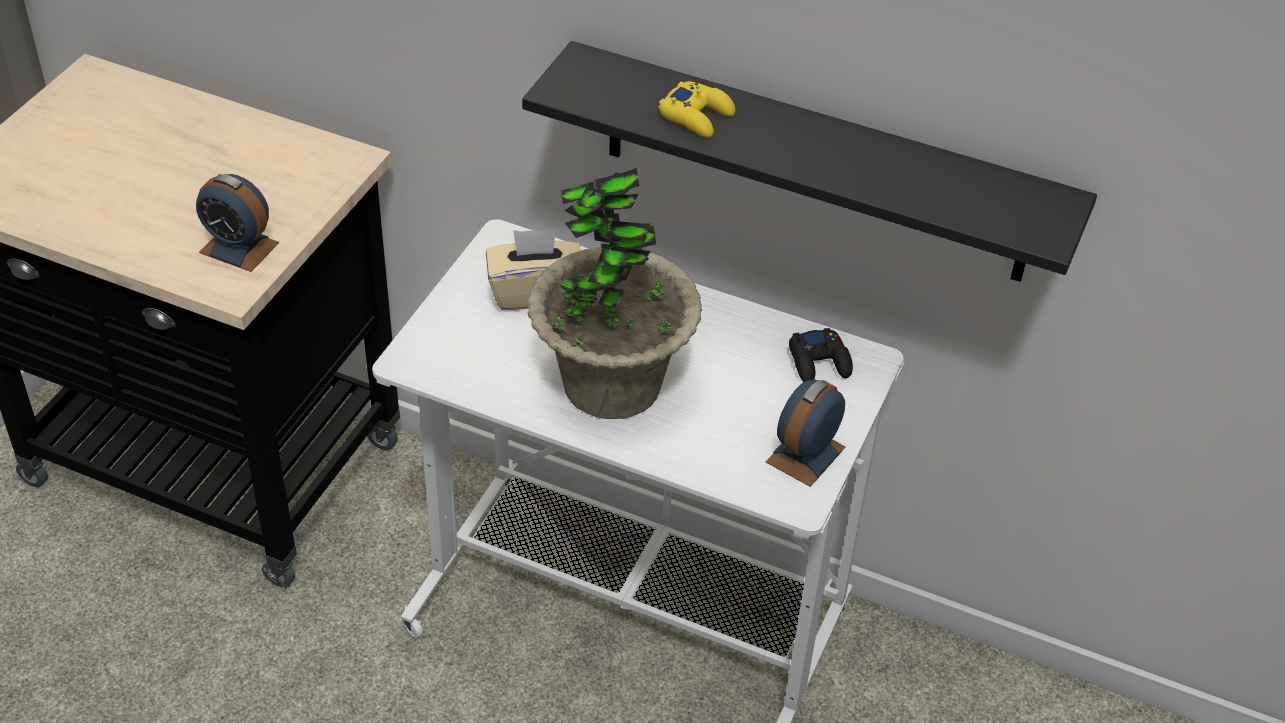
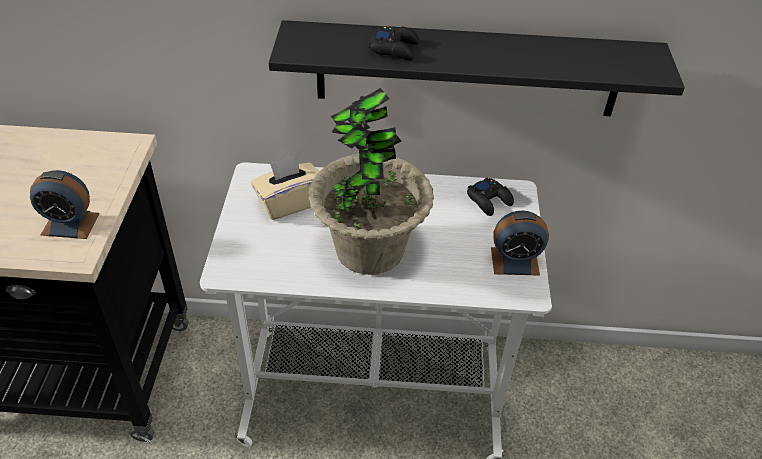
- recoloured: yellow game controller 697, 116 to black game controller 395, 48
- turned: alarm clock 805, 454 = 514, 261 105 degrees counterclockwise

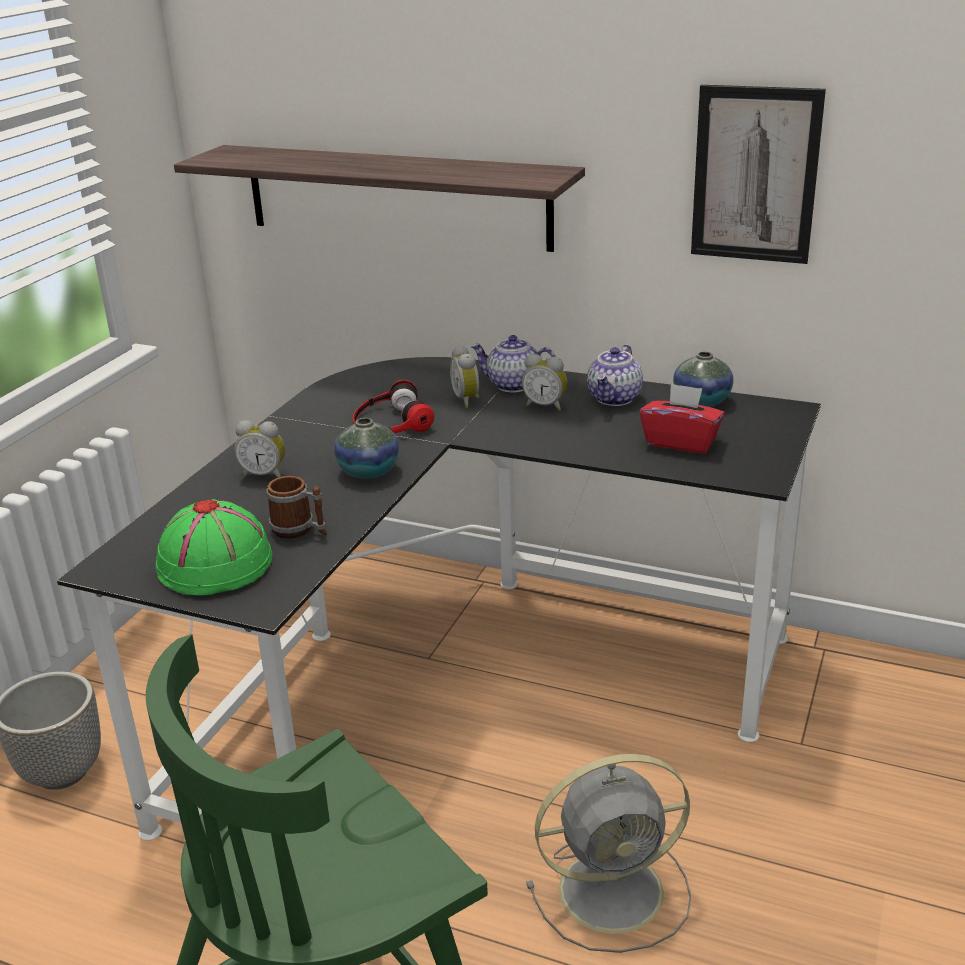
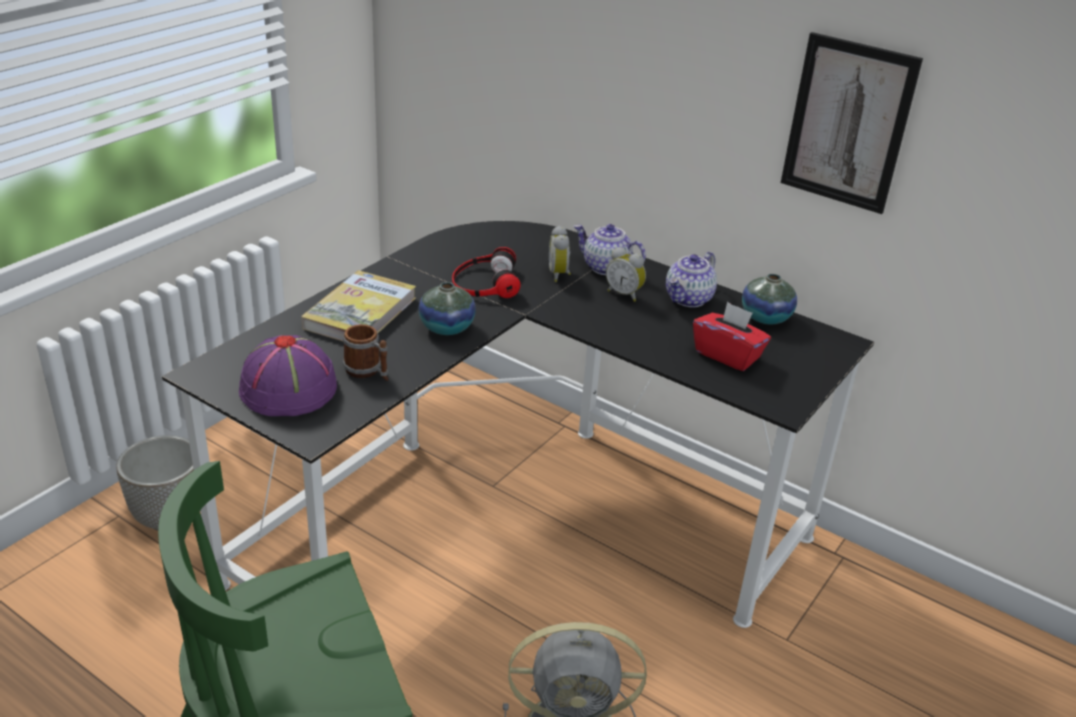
- removed: shelf 396, 196
- replaced: alarm clock 264, 475 to book 360, 313
- recoloured: green hat 216, 565 to purple hat 289, 389

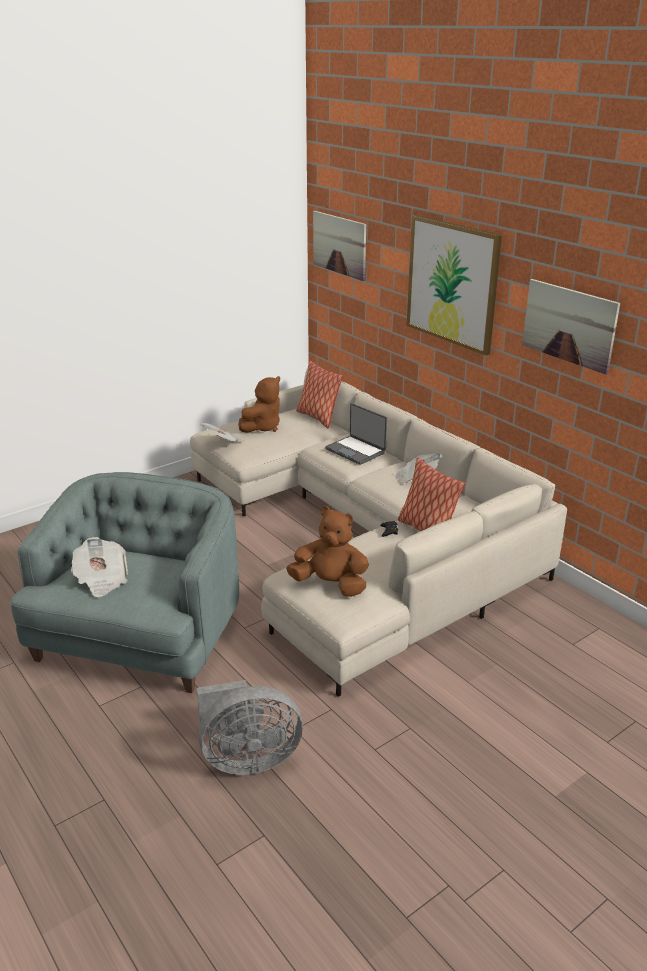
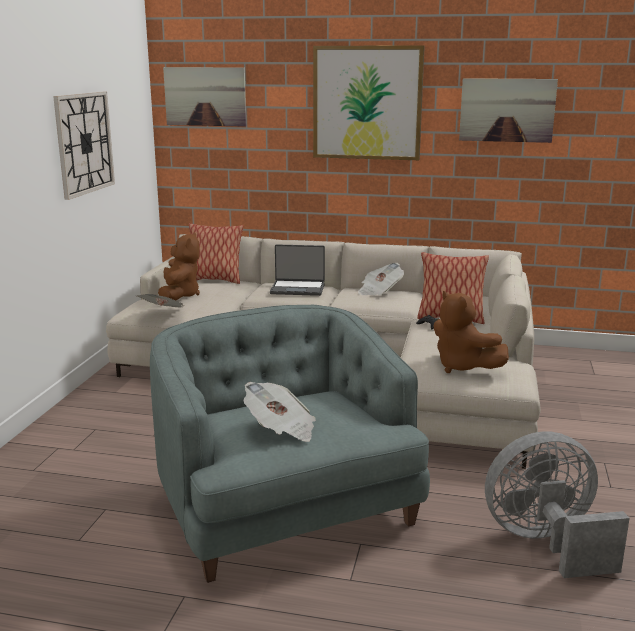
- added: wall clock 84, 143
- turned: grey fan 247, 758 = 546, 543 135 degrees counterclockwise
- turned: brown plush toy 330, 584 = 462, 367 105 degrees counterclockwise

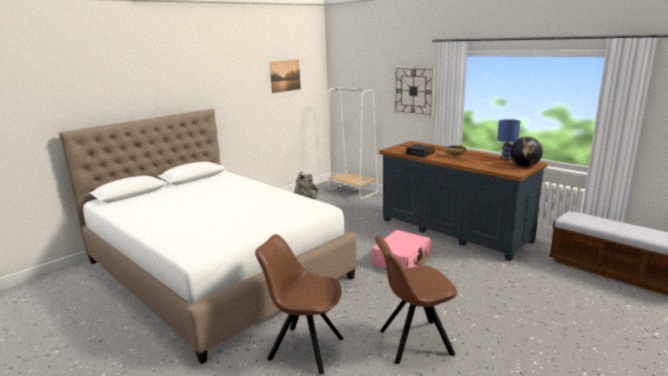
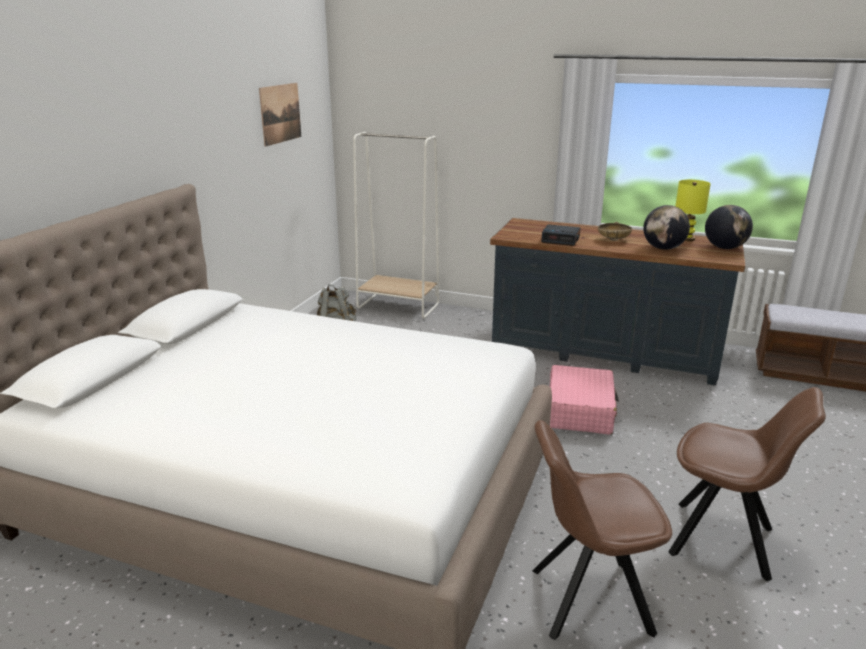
- removed: wall clock 413, 91
- added: globe 663, 248
- recoloured: blue table lamp 506, 159 to yellow table lamp 686, 238
- turned: brown chair 414, 342 = 722, 541 120 degrees counterclockwise

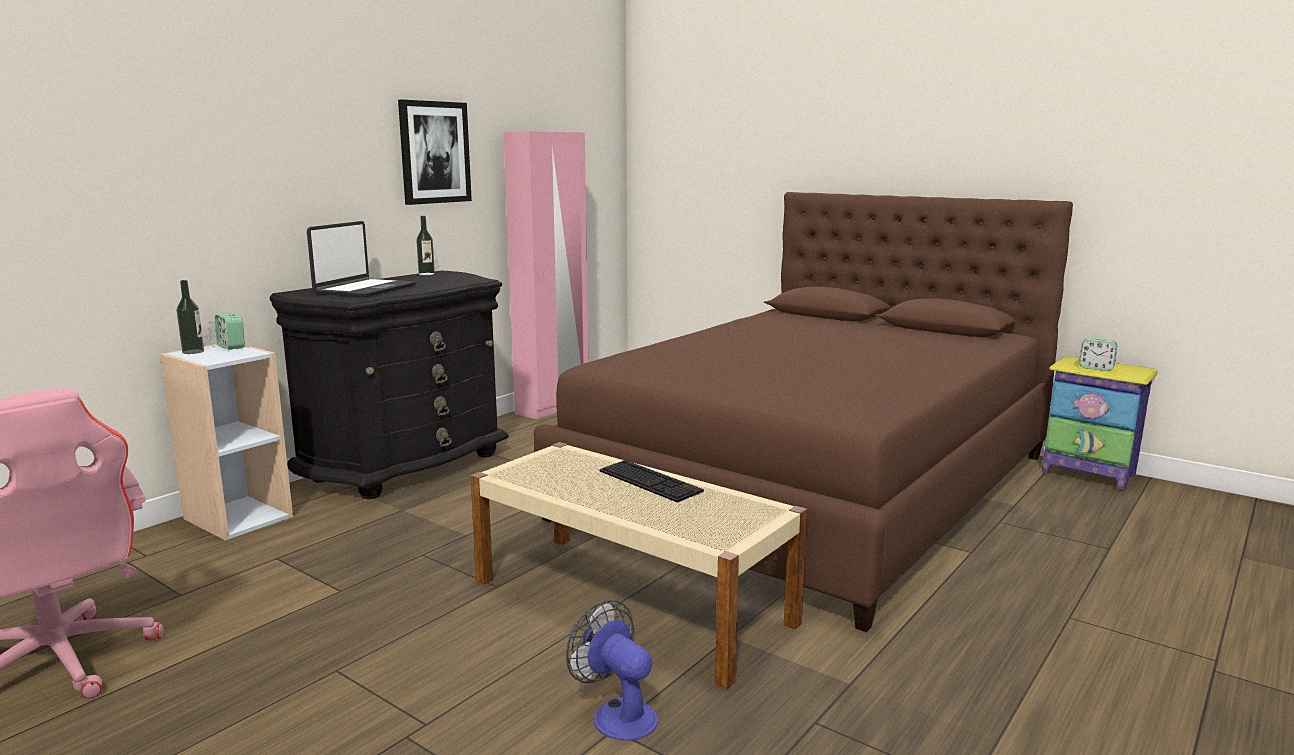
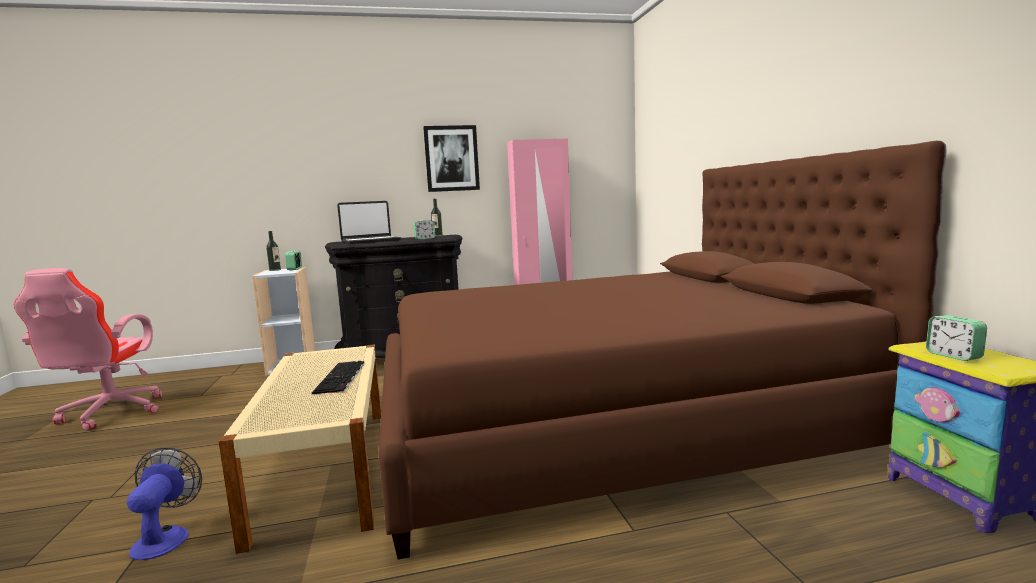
- added: alarm clock 425, 238

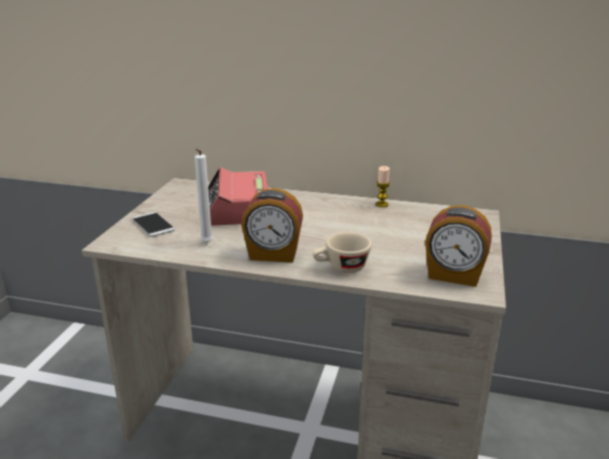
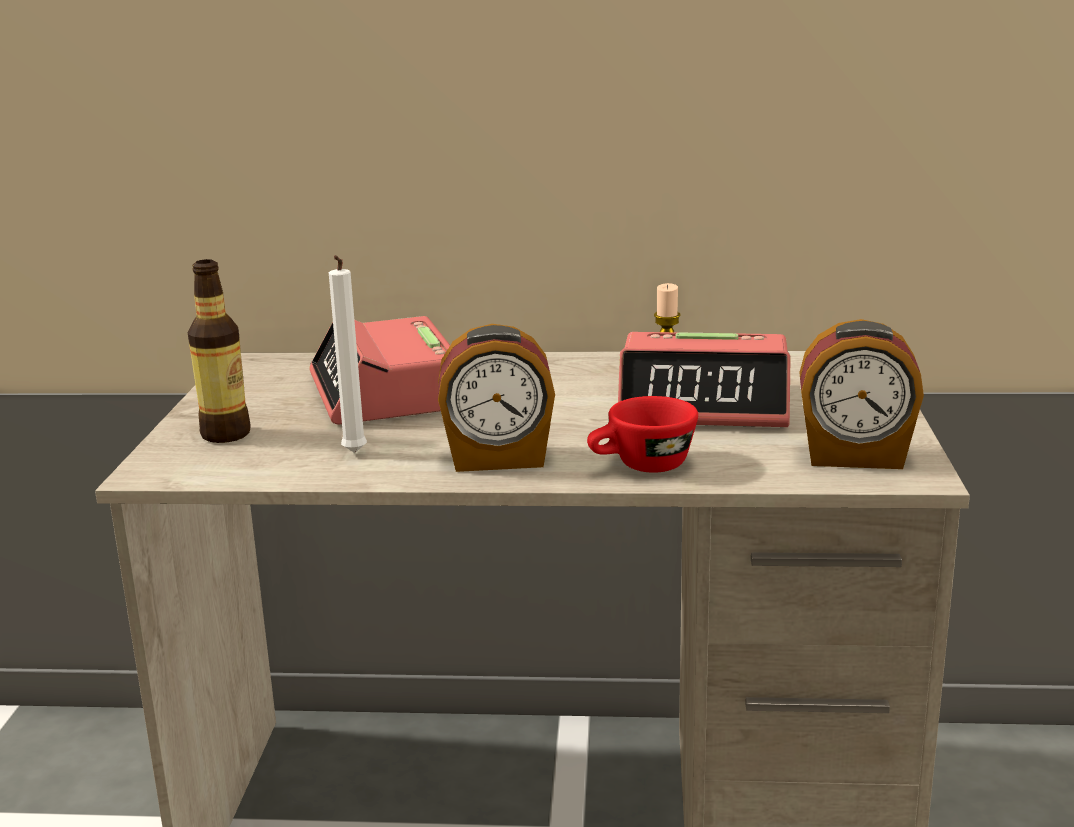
- added: alarm clock 705, 404
- replaced: phone 153, 225 to bottle 226, 434
- recoloured: beige cup 341, 268 to red cup 641, 466

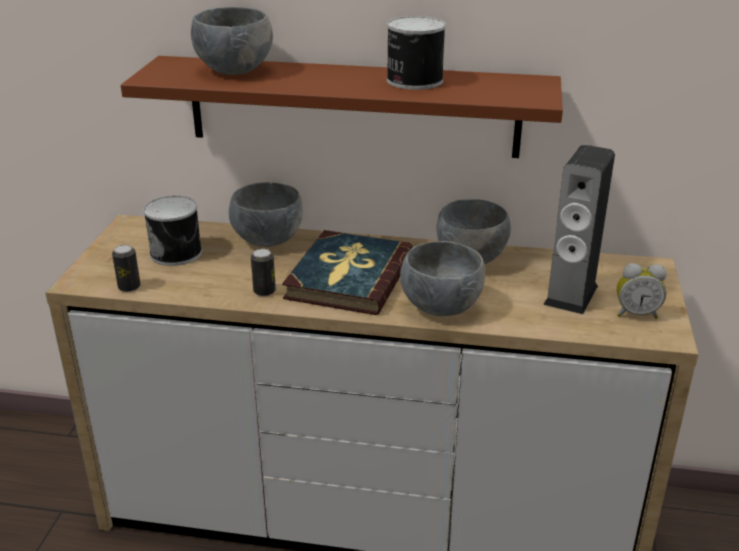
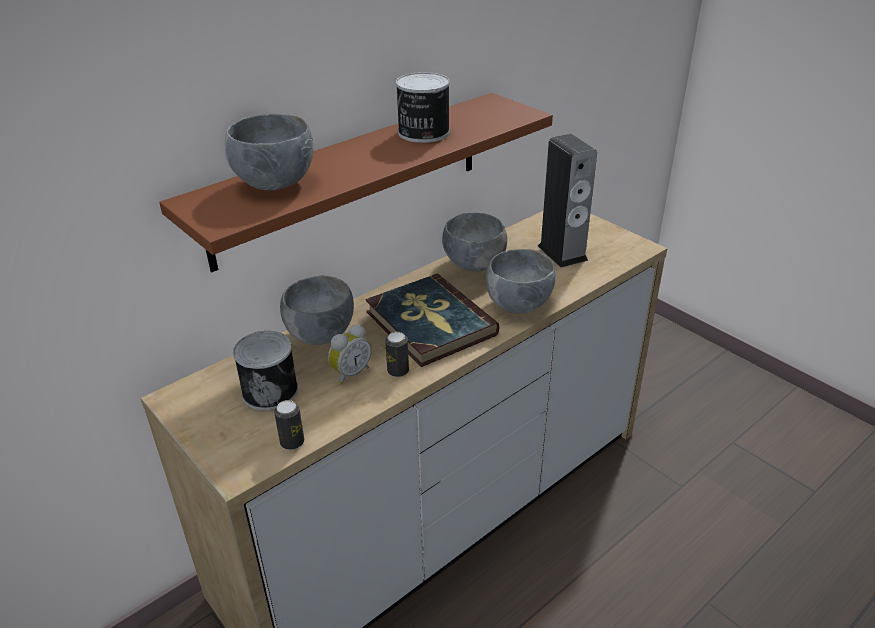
- moved: alarm clock 636, 313 to 350, 373

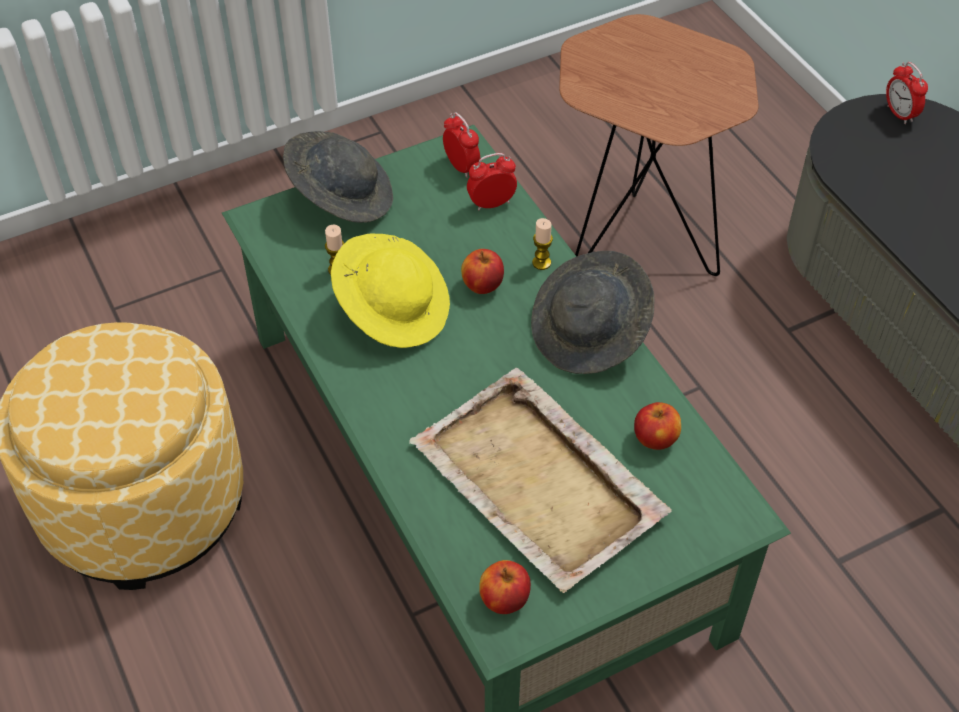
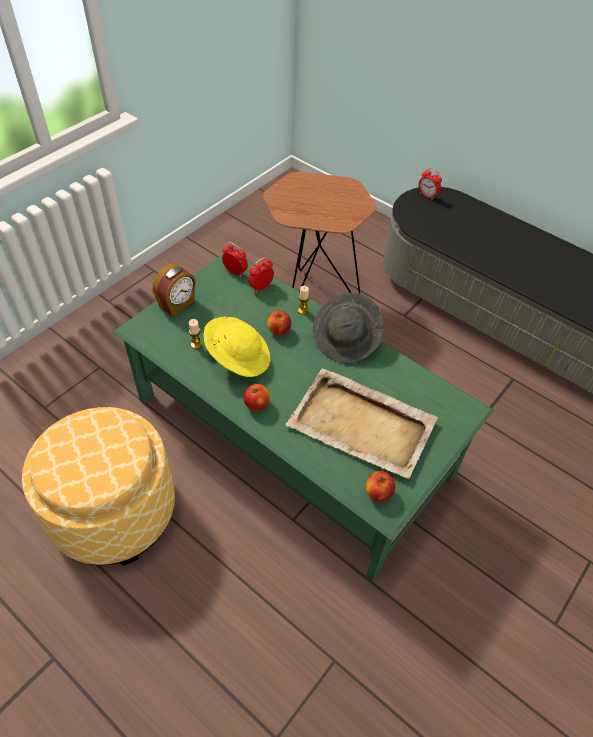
- moved: apple 655, 439 to 256, 404
- replaced: grey hat 341, 196 to alarm clock 177, 304

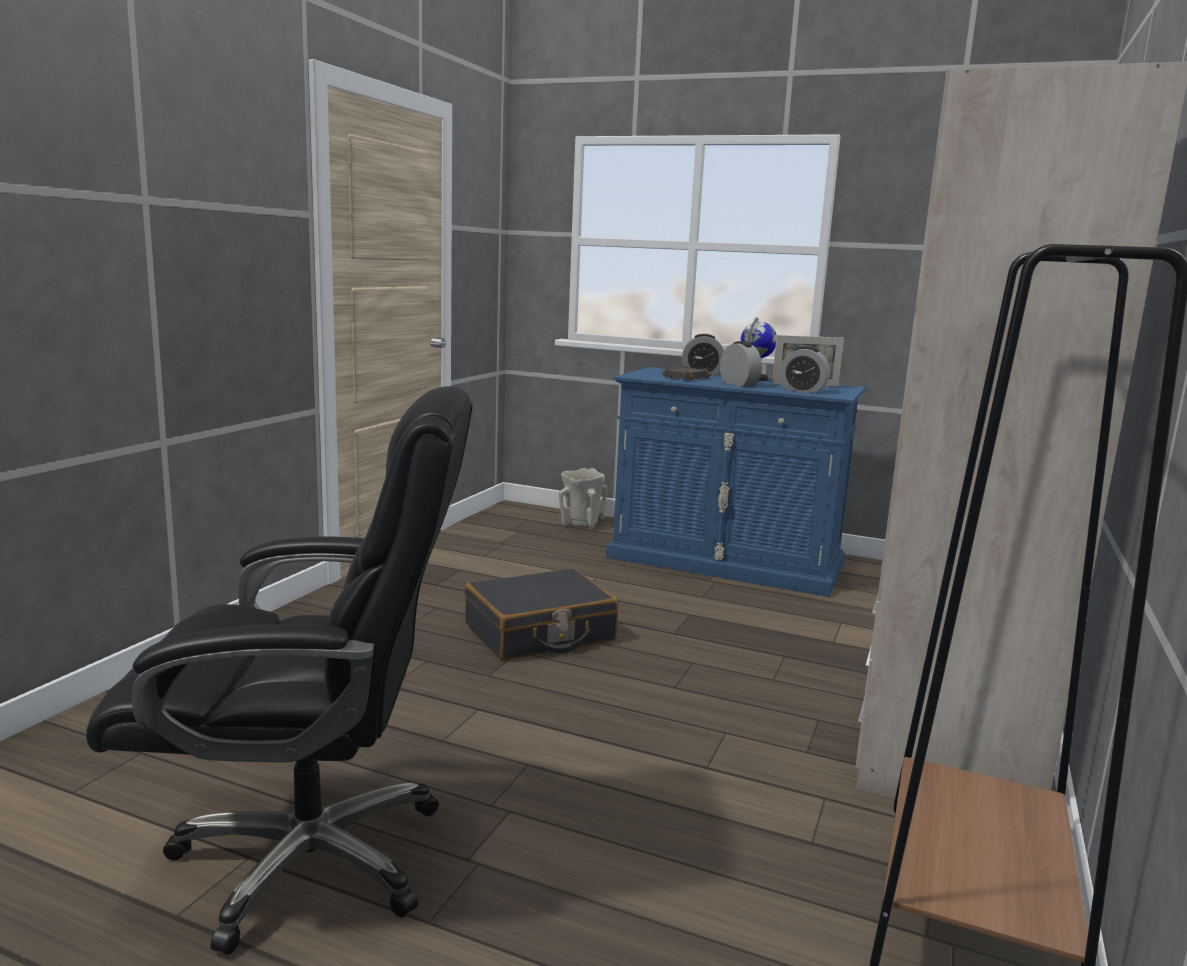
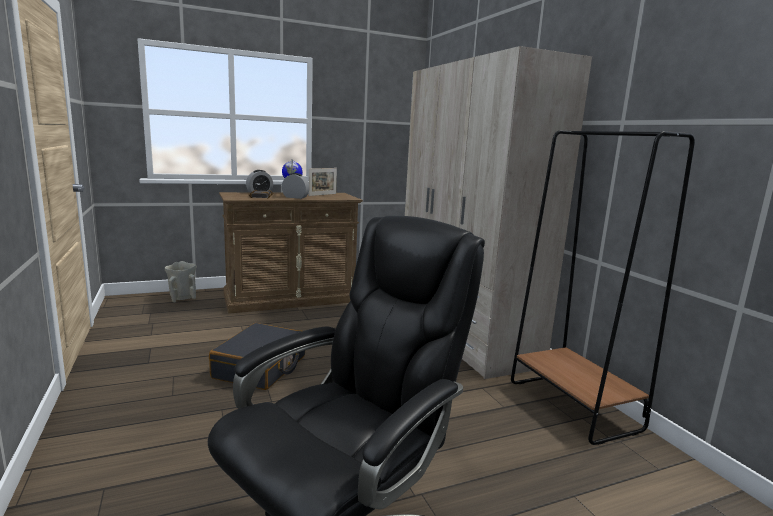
- removed: alarm clock 802, 390
- recoloured: blue dresser 725, 561 to brown dresser 290, 298

